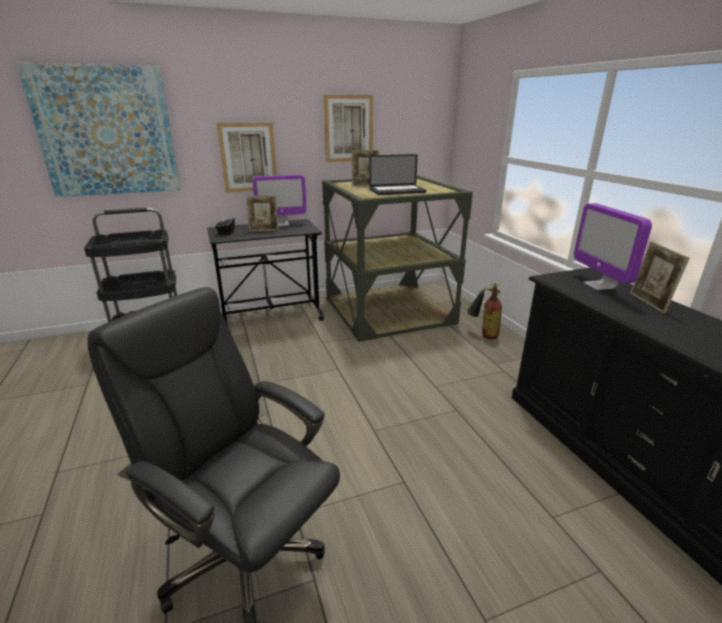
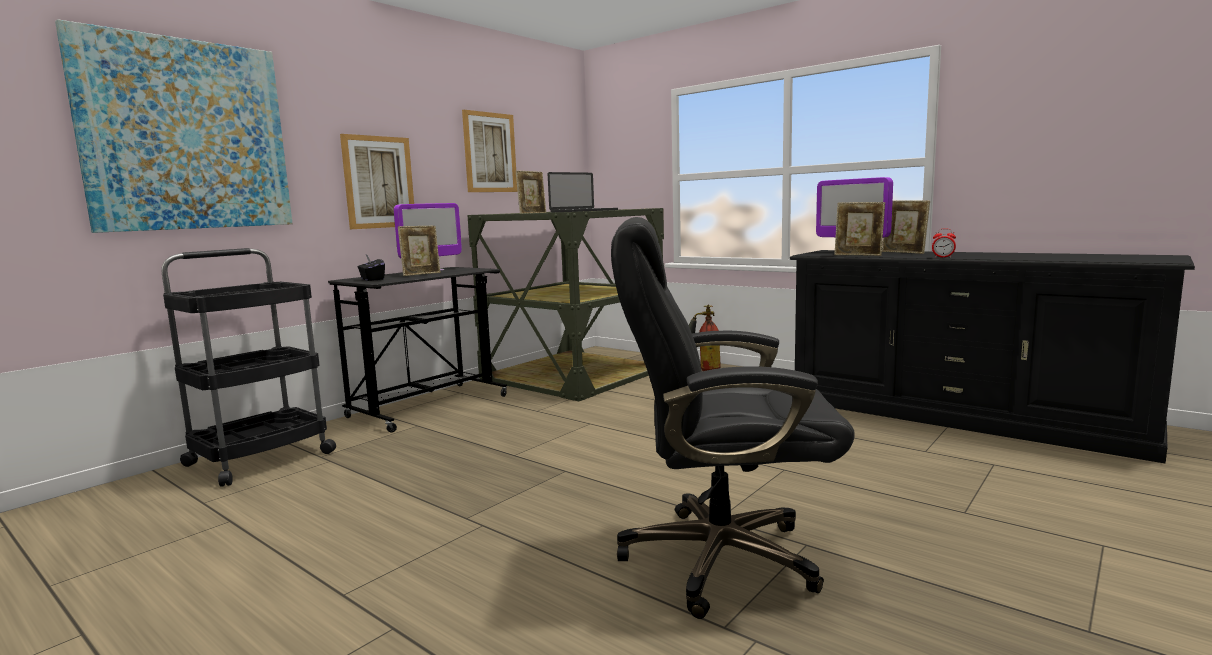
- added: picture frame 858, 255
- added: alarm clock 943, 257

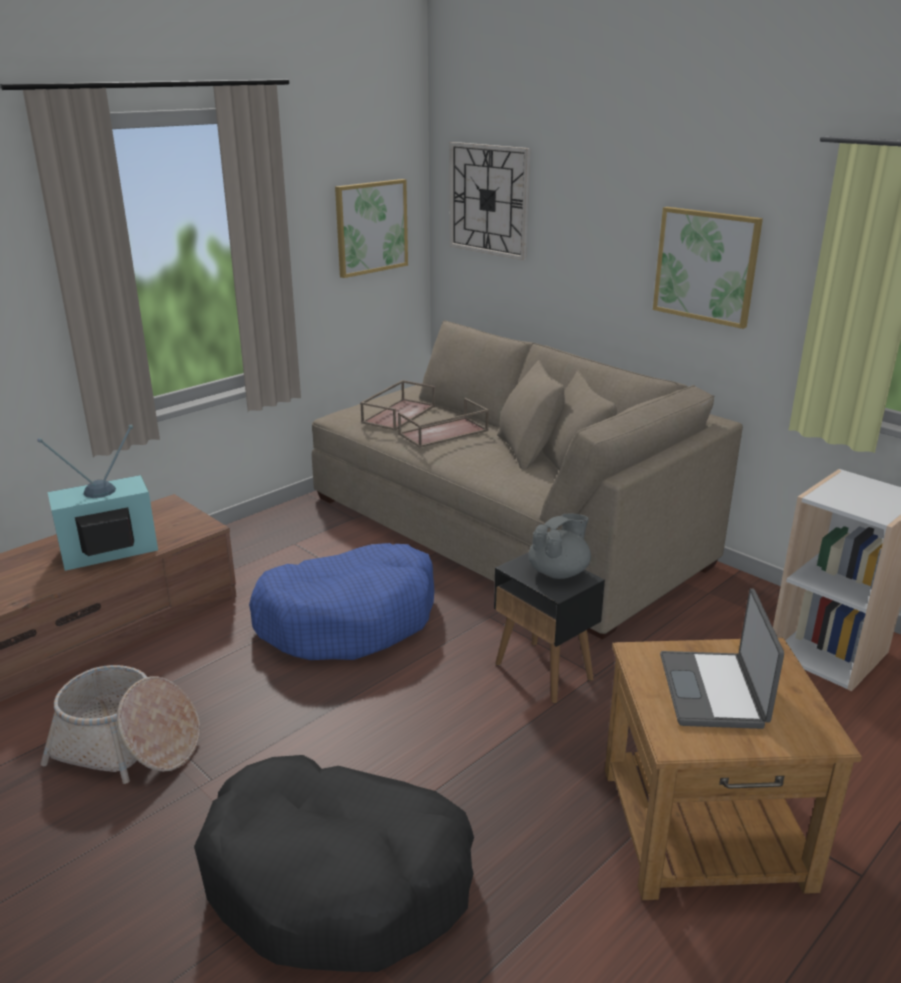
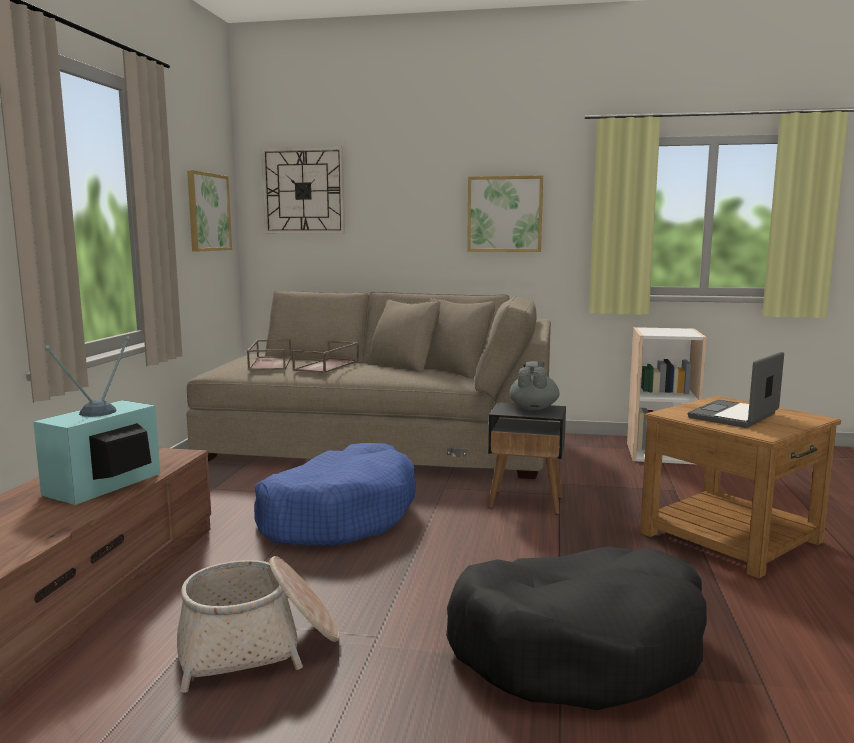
- turned: laptop 714, 691 = 735, 416 75 degrees clockwise

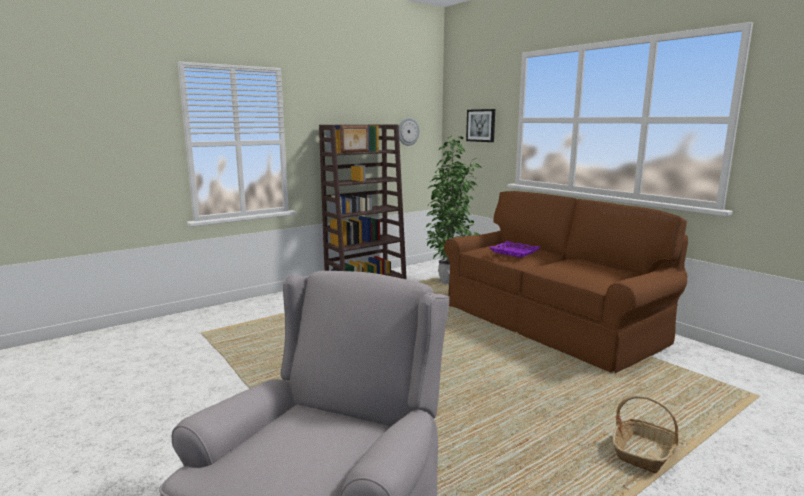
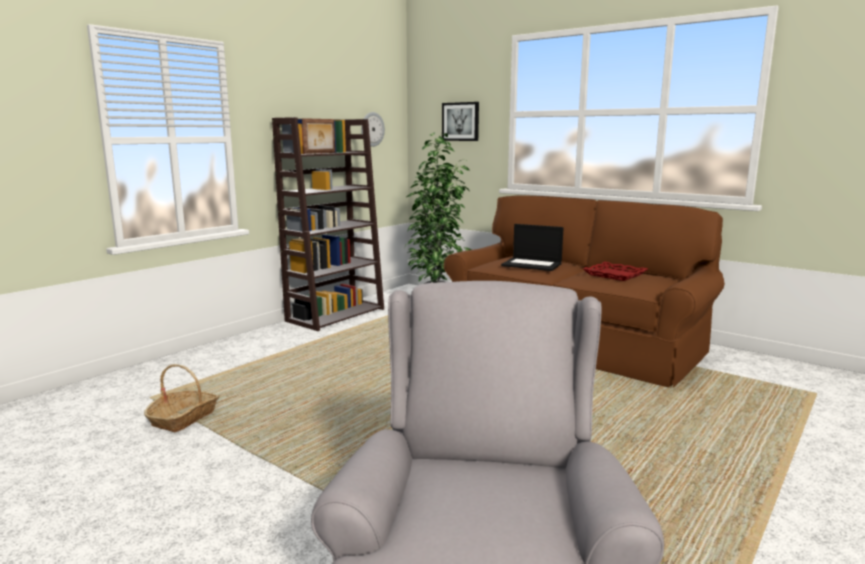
- added: red tray 615, 275
- moved: basket 644, 453 to 184, 418
- replaced: purple tray 514, 252 to laptop 532, 264

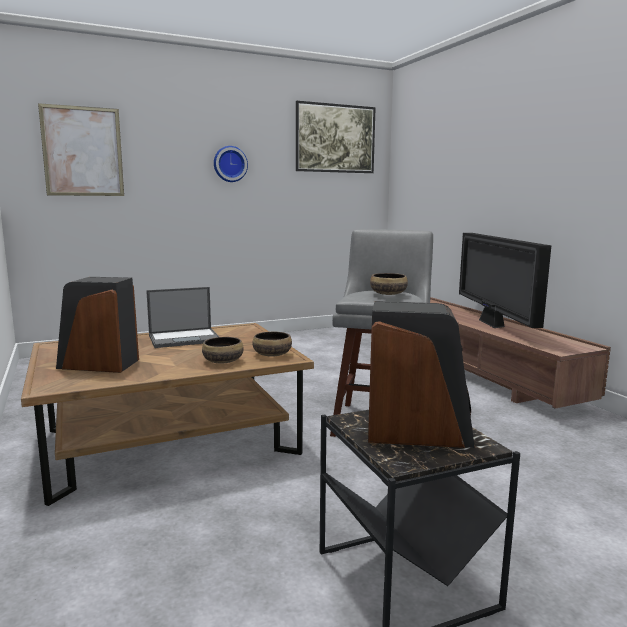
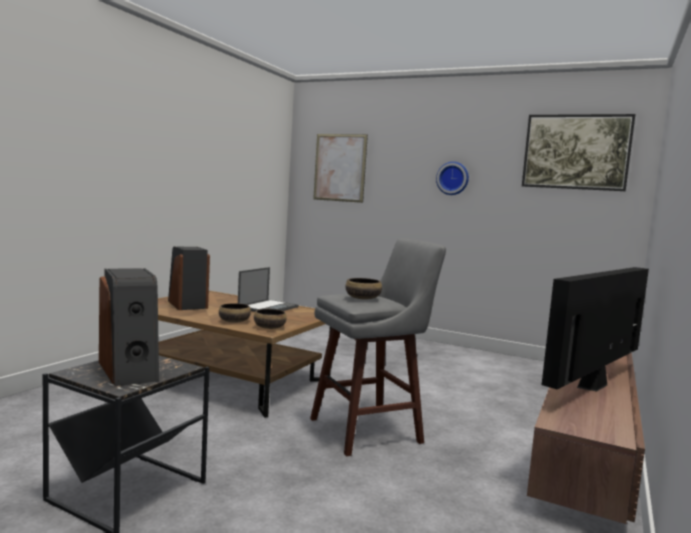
- turned: laptop 185, 338 = 268, 307 90 degrees counterclockwise

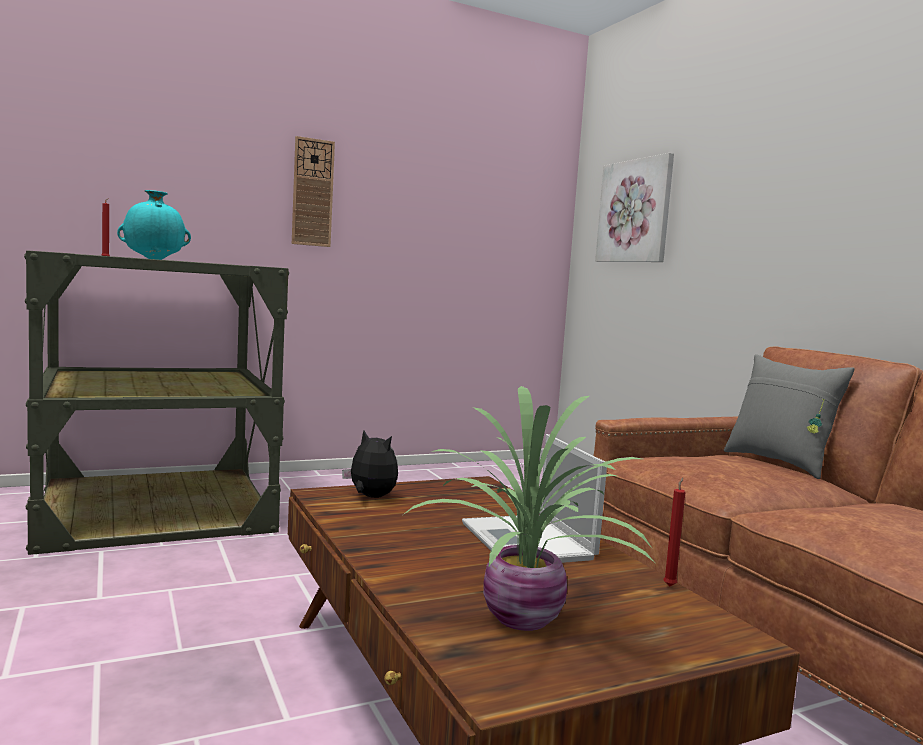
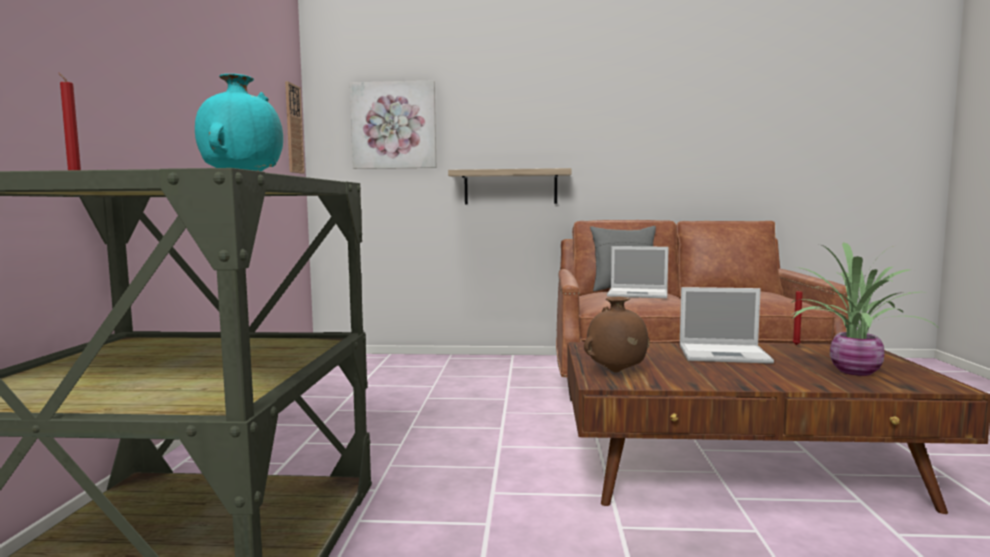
- added: shelf 510, 187
- added: laptop 639, 294
- moved: wall clock 312, 192 to 293, 129
- replaced: plush toy 370, 497 to brown vase 616, 372

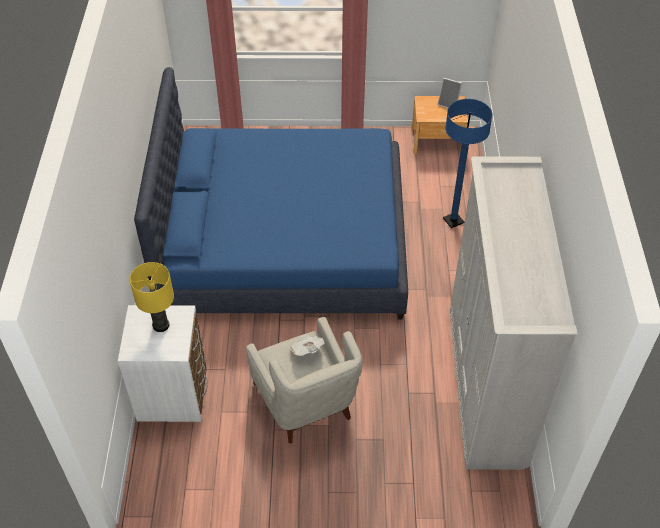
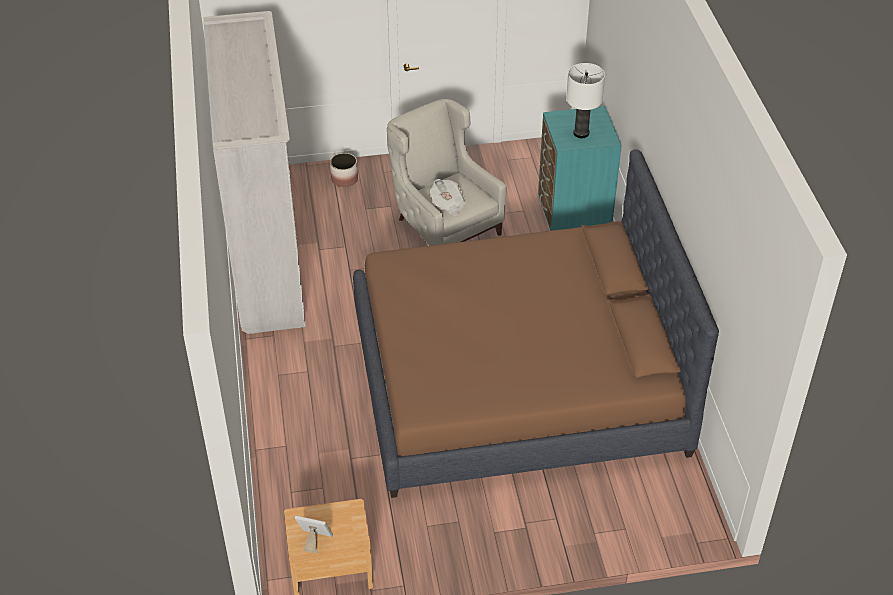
- removed: blue floor lamp 453, 220
- added: planter 344, 179
- recoloured: white dresser 174, 397 to turquoise dresser 573, 215
- recoloured: yellow table lamp 161, 325 to white table lamp 581, 133
- recoloured: blue bed 284, 241 to brown bed 517, 379

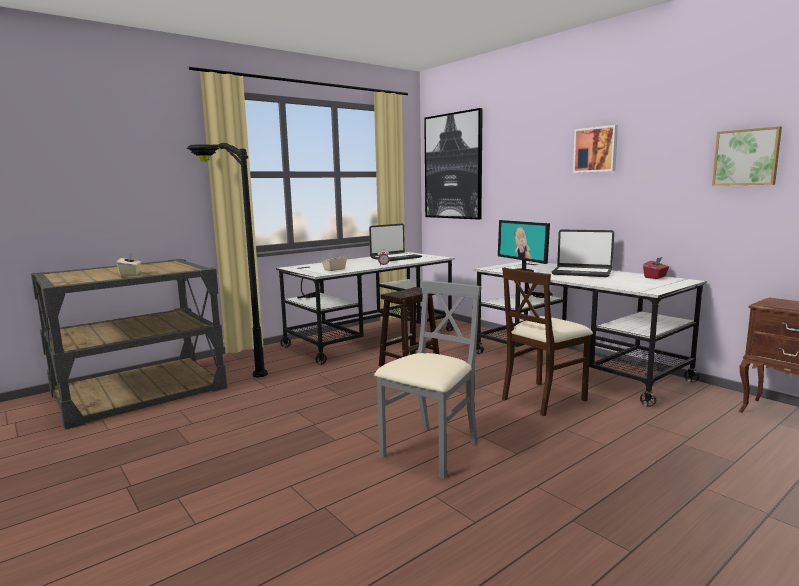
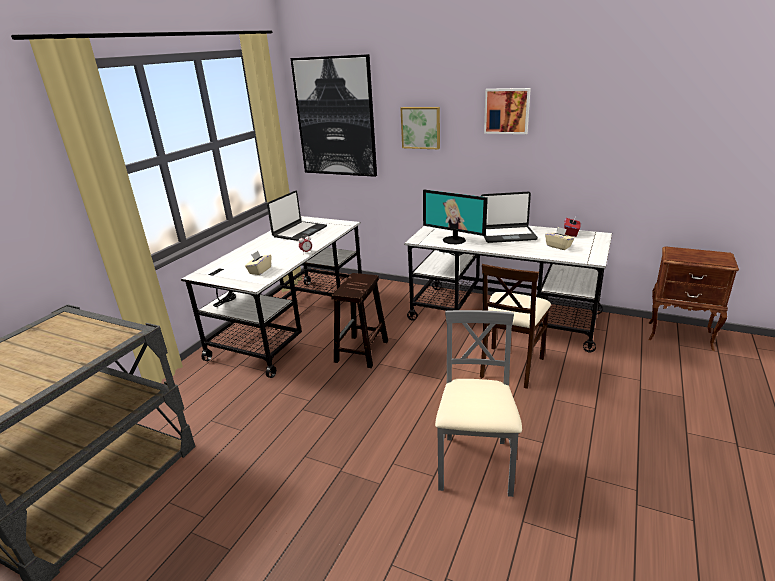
- removed: black floor lamp 233, 365
- moved: beige tissue box 131, 274 to 558, 246
- moved: picture 746, 157 to 421, 127

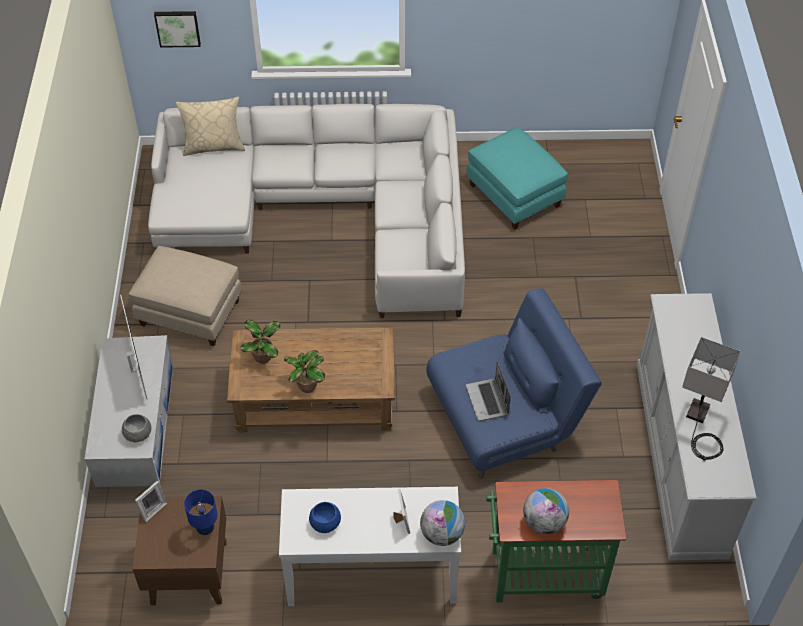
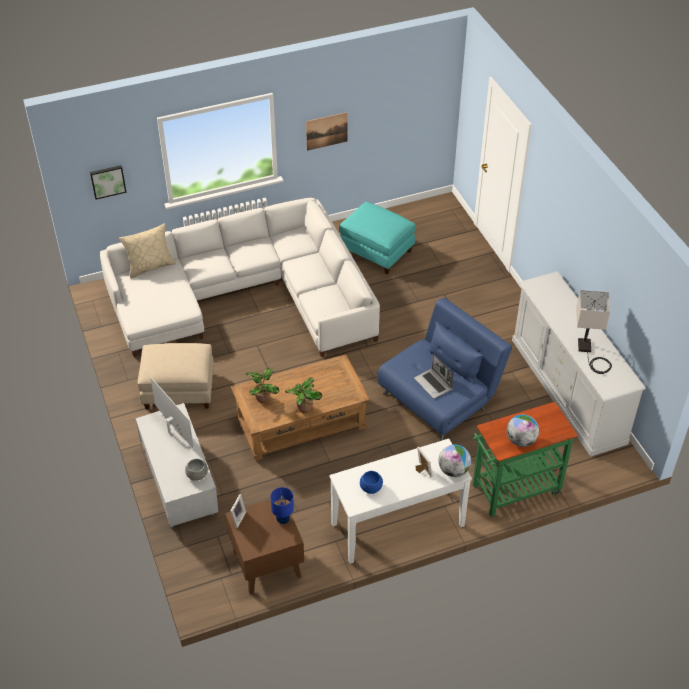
- added: picture 326, 131

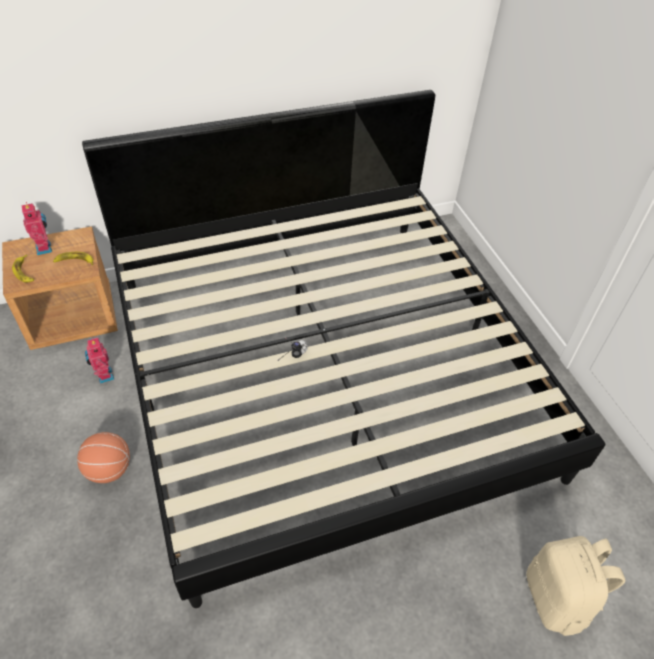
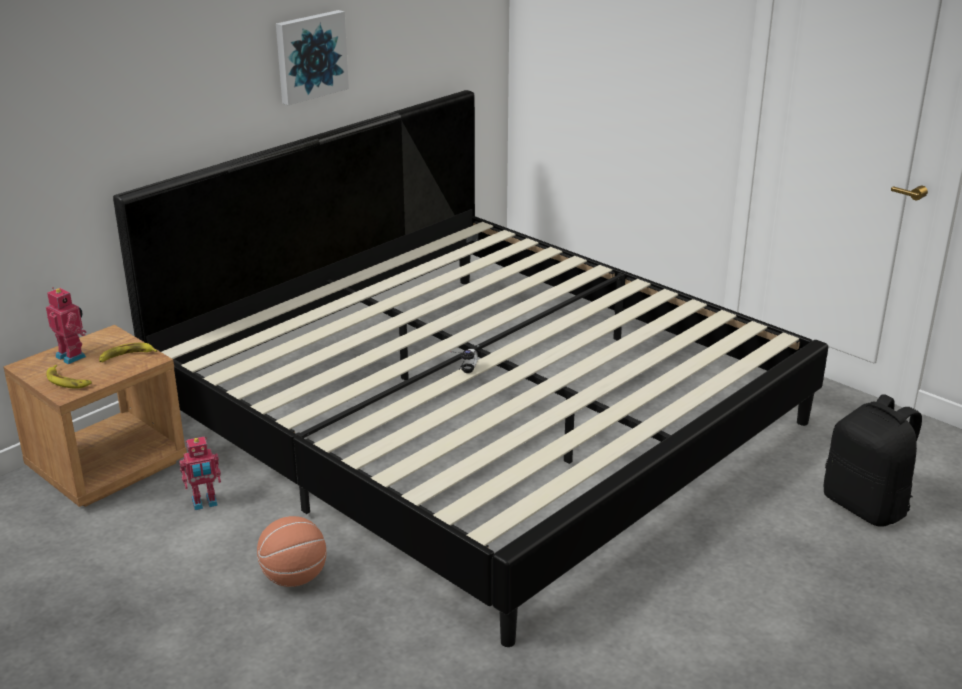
- added: picture 310, 56
- recoloured: beige backpack 557, 599 to black backpack 866, 506
- turned: toy robot 104, 376 = 205, 503 60 degrees counterclockwise

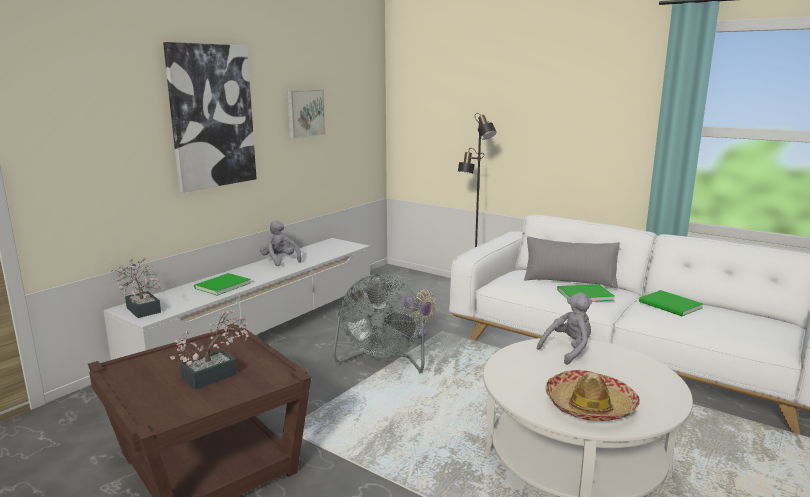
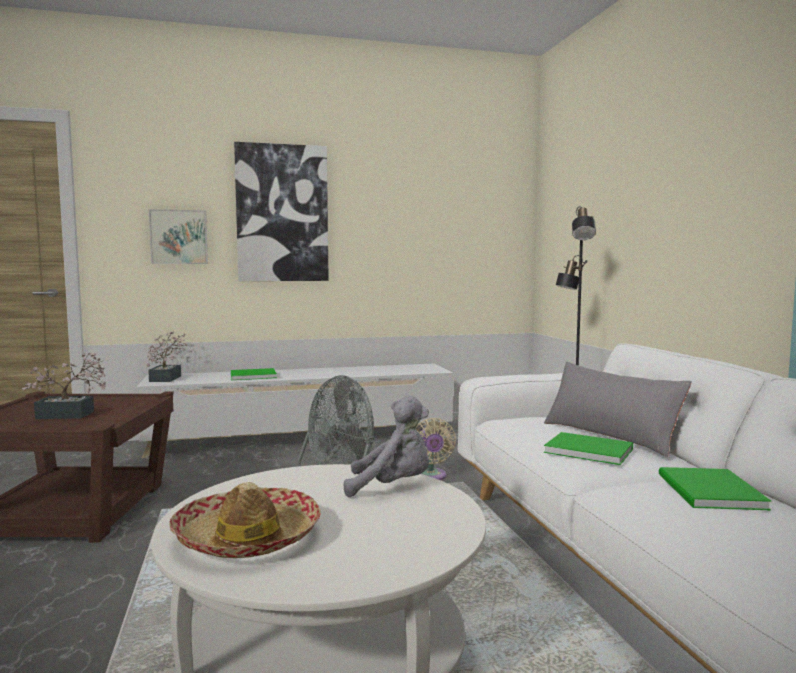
- removed: grey plush toy 280, 260
- moved: picture 305, 113 to 179, 237

